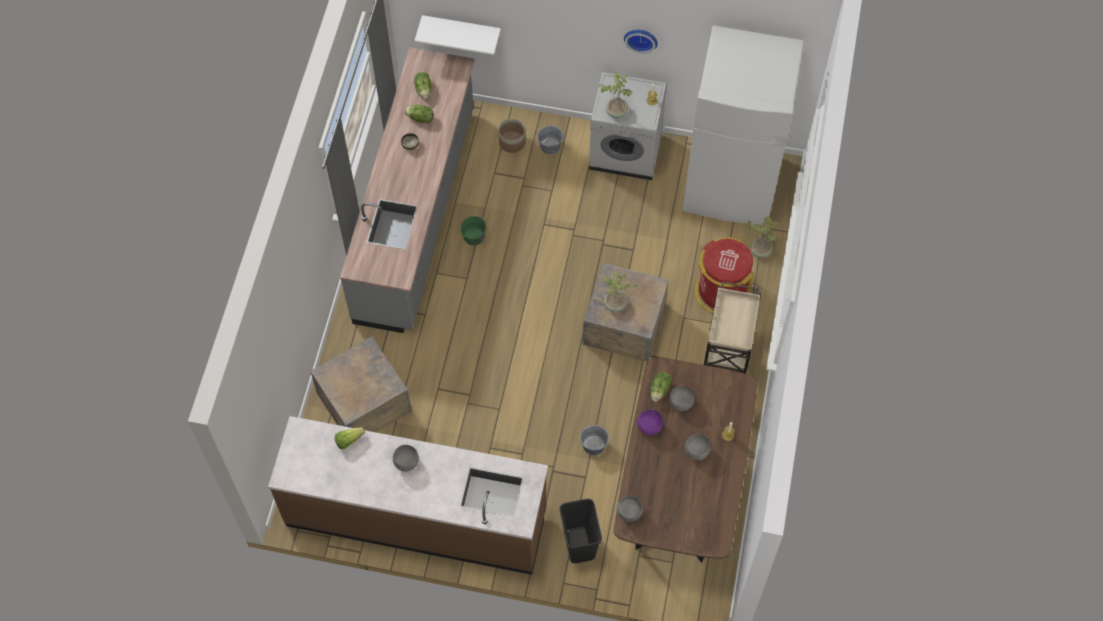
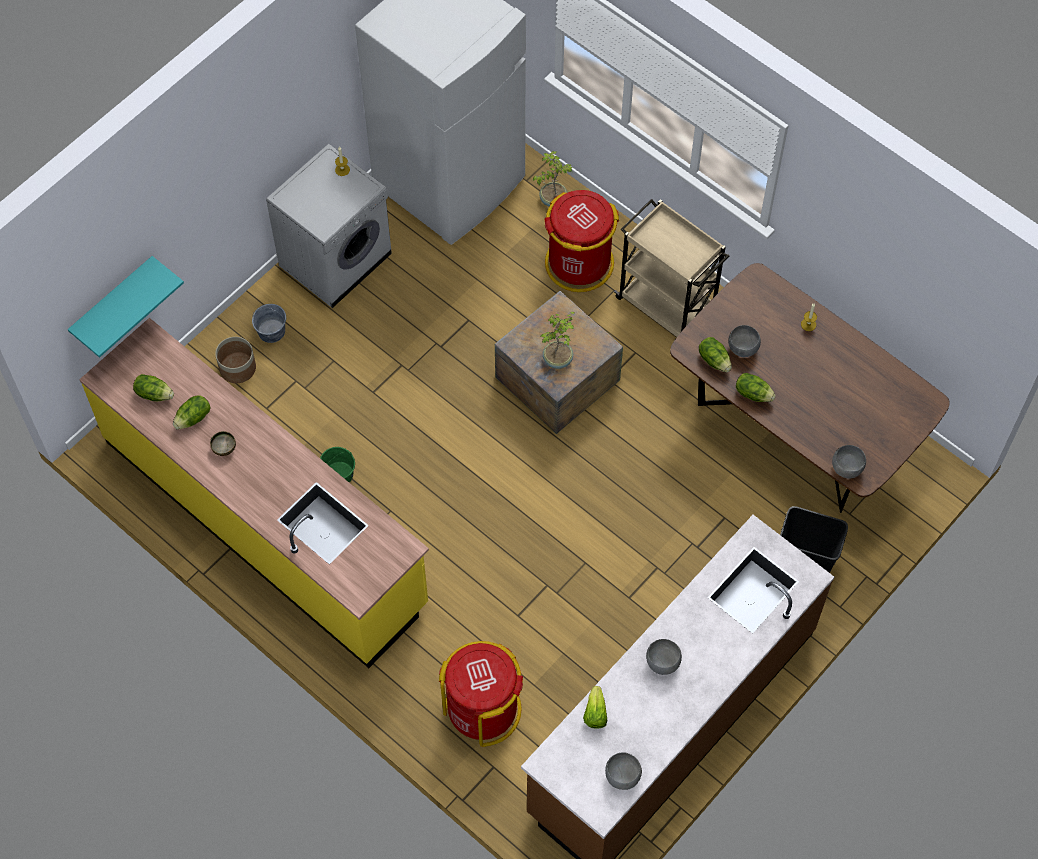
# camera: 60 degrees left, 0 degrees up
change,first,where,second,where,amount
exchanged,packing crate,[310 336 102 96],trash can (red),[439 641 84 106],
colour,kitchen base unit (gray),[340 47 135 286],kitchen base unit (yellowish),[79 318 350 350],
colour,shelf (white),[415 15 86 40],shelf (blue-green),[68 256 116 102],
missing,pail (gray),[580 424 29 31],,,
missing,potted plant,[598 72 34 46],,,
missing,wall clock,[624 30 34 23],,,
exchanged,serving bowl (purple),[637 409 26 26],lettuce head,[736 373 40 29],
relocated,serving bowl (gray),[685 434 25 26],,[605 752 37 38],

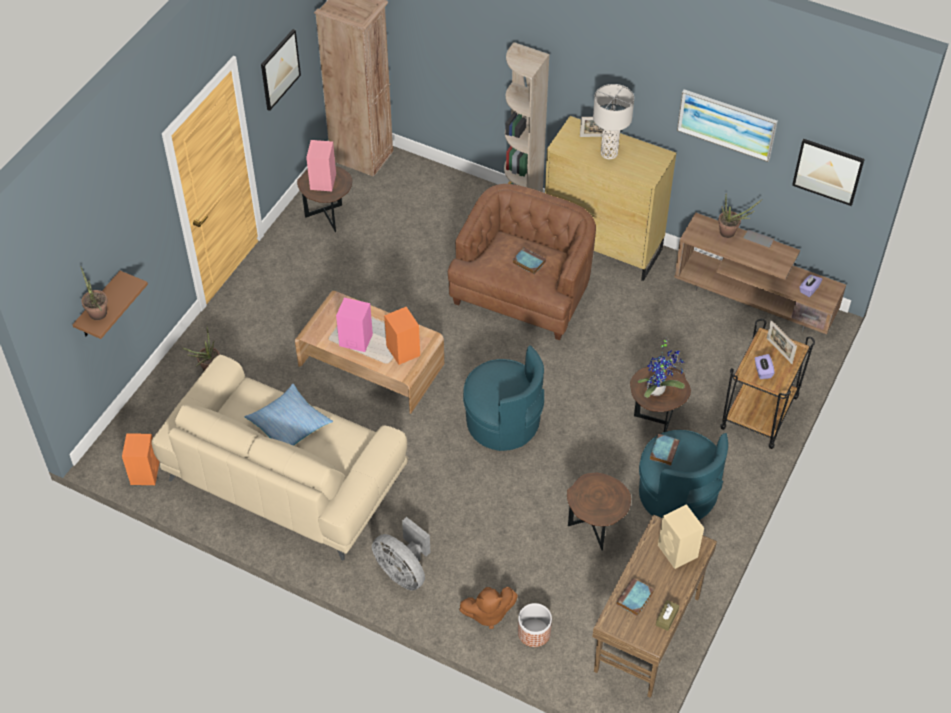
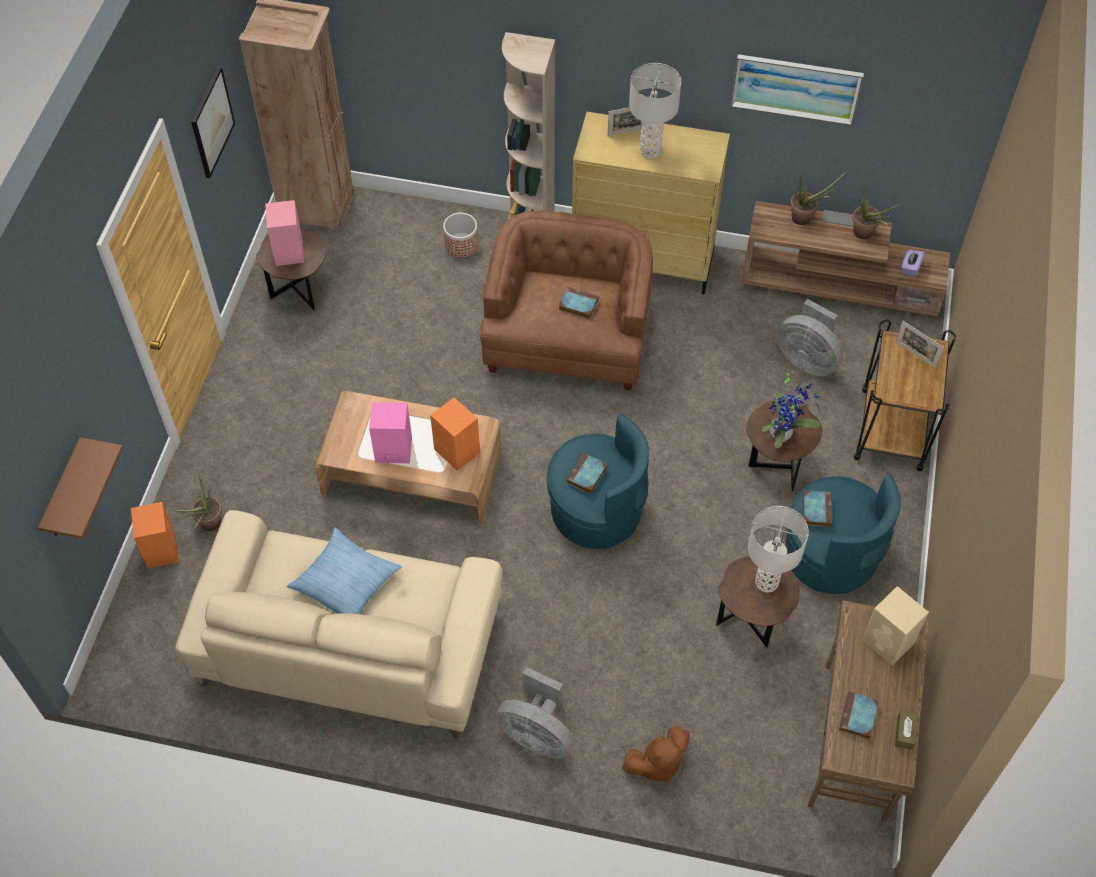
# camera: 15 degrees left, 5 degrees up
change,first,where,second,where,amount
relocated,potted plant,[80 266 28 54],,[852 180 47 59],
relocated,audio speaker (orange),[122 433 37 52],,[131 502 48 66],
relocated,planter,[518 603 34 44],,[443 213 35 45],
missing,tissue box (purple),[755 354 20 25],,,
missing,wall picture,[792 139 73 67],,,
appeared,,,bound book,[566 453 41 41],
appeared,,,tabletop lamp (white),[748 506 61 86],
appeared,,,fan (gray),[777 299 66 77],

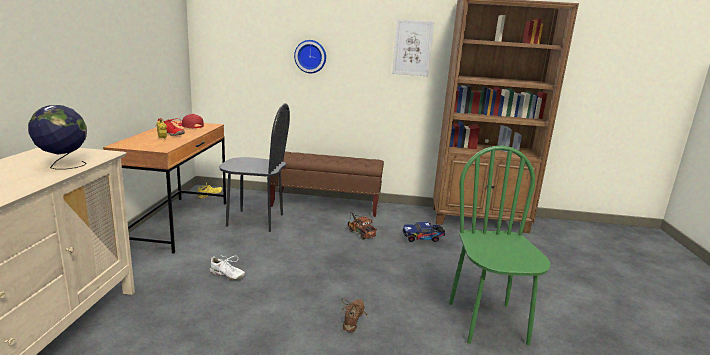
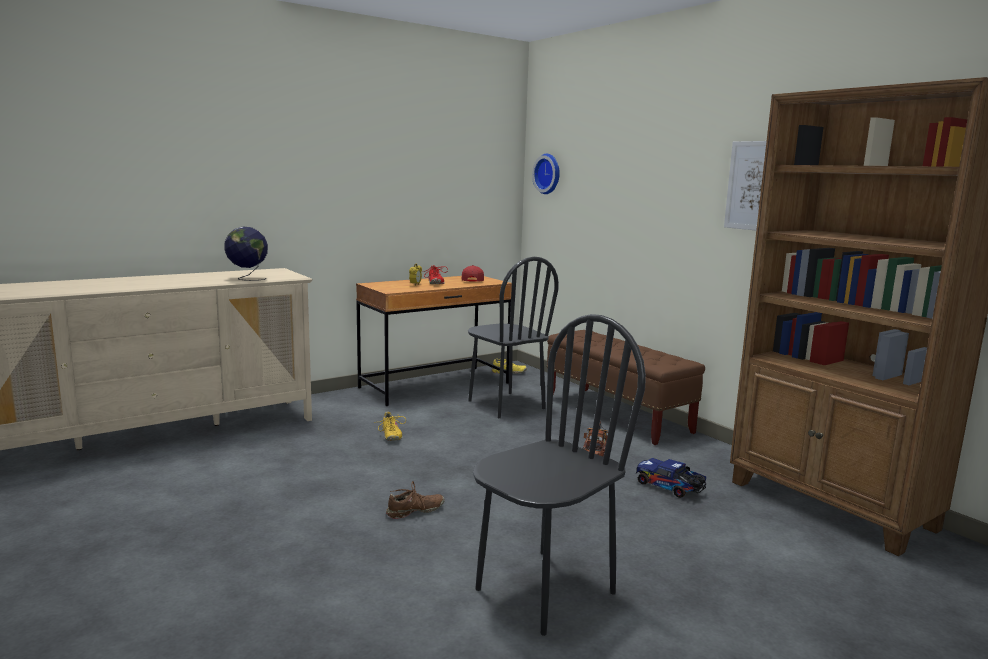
# camera: 50 degrees right, 5 degrees down
change,first,where,second,where,amount
colour,low shoe (white),[210 255 36 25],low shoe (yellowish),[374 411 32 30],
relocated,wall clock,[294 40 32 33],,[532 154 28 40],
colour,chair (greenish),[449 146 101 199],chair (black),[473 314 173 322],

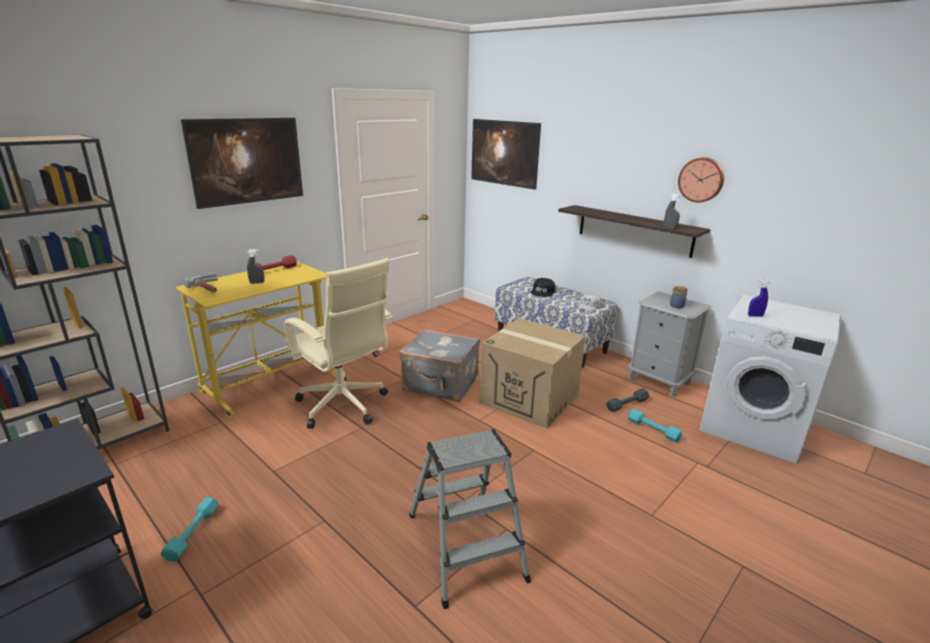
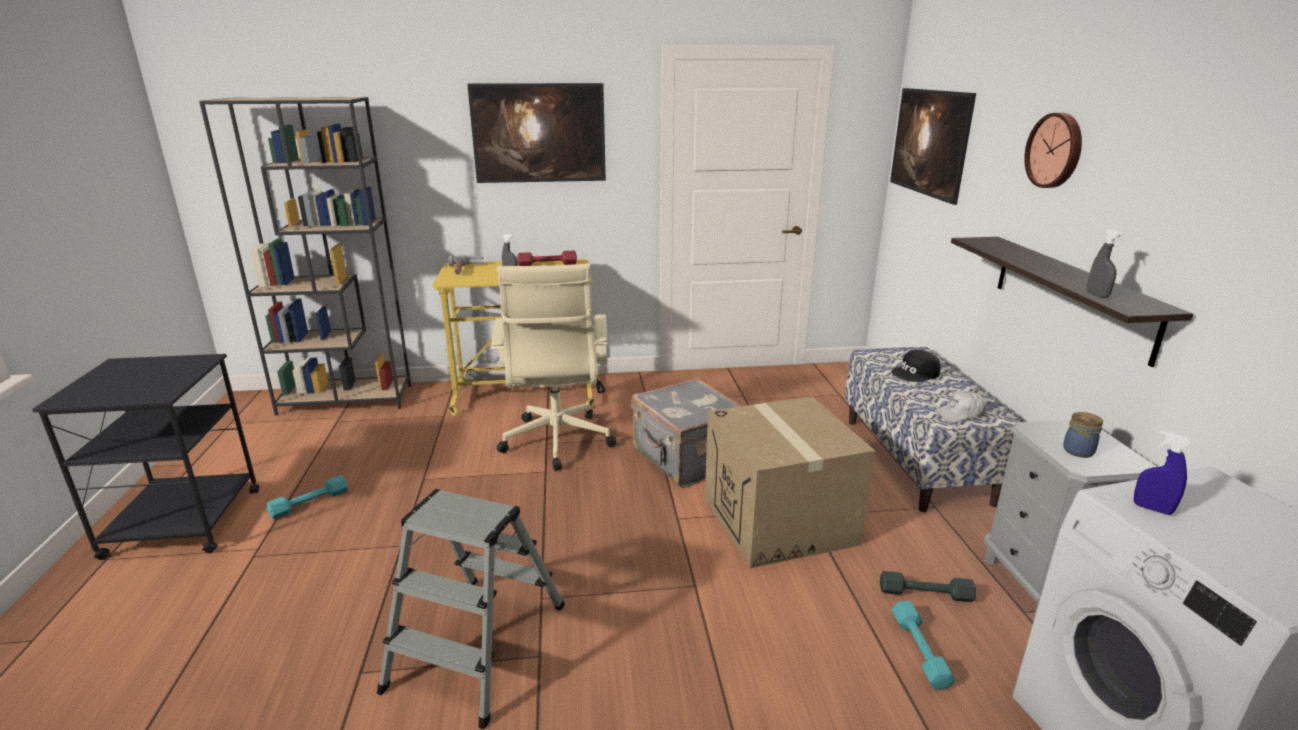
# camera: 40 degrees right, 0 degrees up
change,first,where,second,where,amount
relocated,wall clock,[678 157 46 45],,[1024 113 58 75],

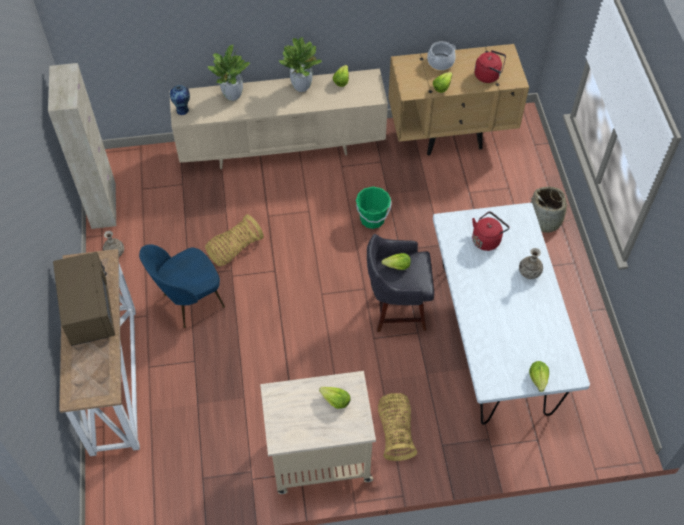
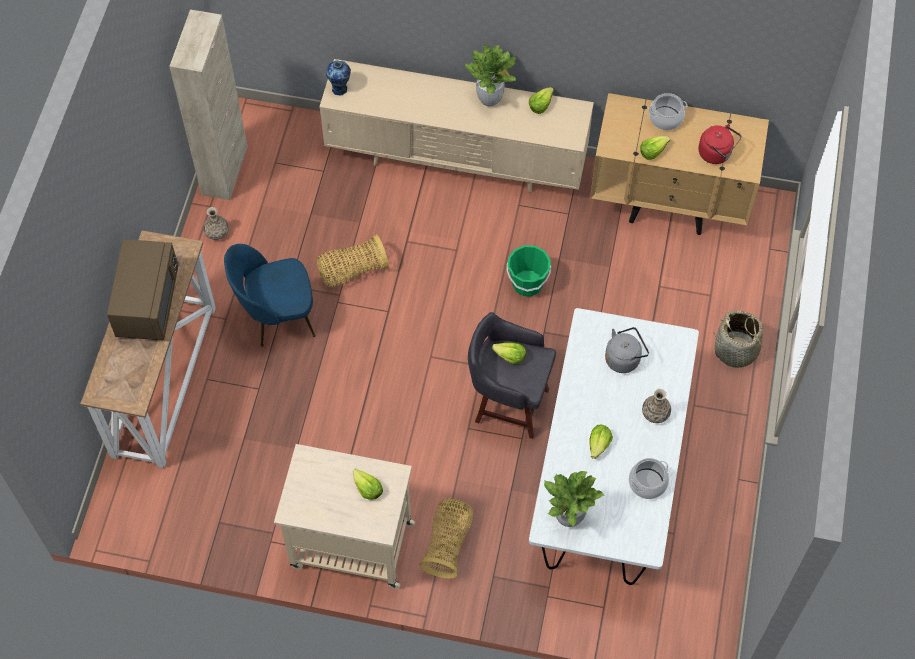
# camera: 20 degrees right, 5 degrees up
change,first,where,second,where,amount
relocated,potted plant,[208 45 43 56],,[544 471 60 56],
colour,water kettle (red),[472 211 38 40],water kettle (gray),[605 327 44 46],
relocated,lettuce head,[529 361 20 31],,[589 425 24 34],
appeared,,,cooking pot,[629 458 40 41],

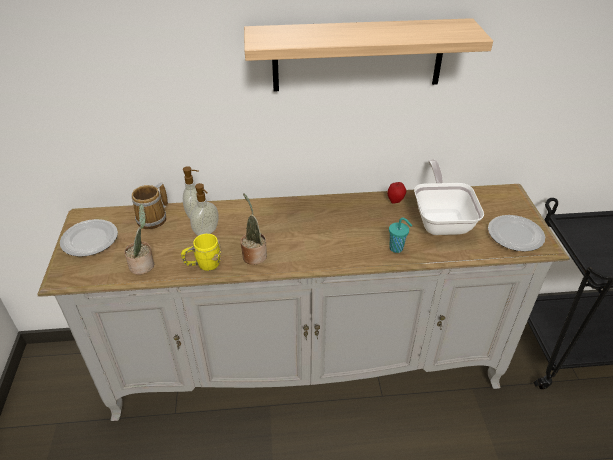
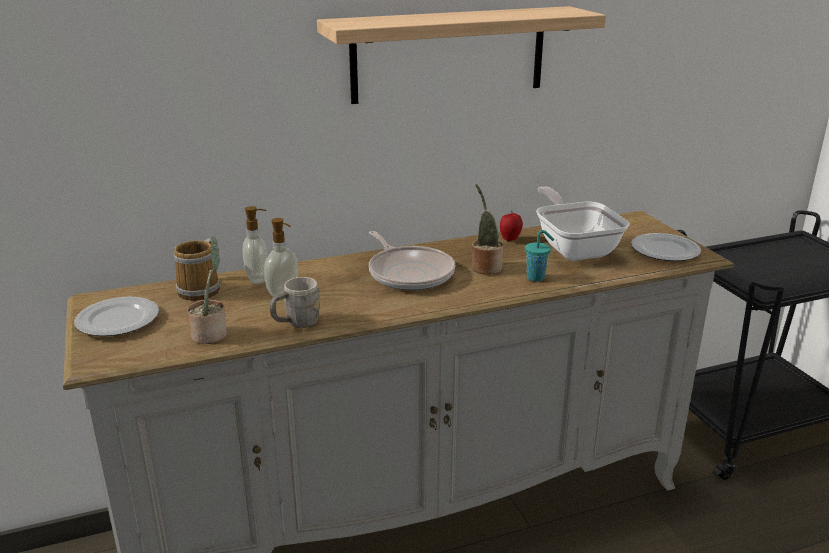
# camera: 15 degrees left, 15 degrees down
change,first,where,second,where,amount
colour,mug (yellowish),[181 234 40 37],mug (gray),[270 277 50 51],
relocated,potted plant,[240 193 27 72],,[472 184 31 91],
appeared,,,pan,[369 231 86 59],

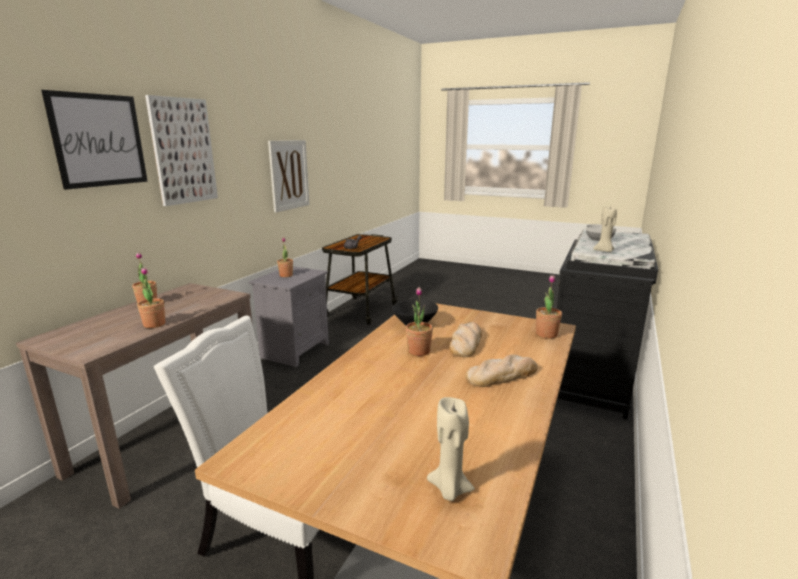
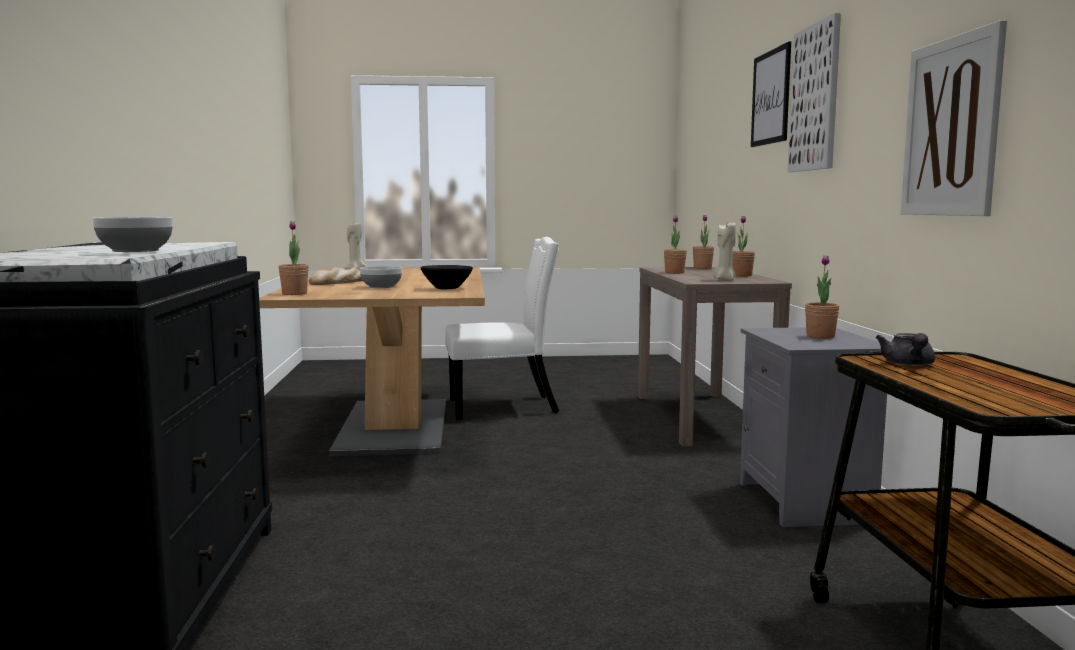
# camera: 150 degrees right, 10 degrees down
change,first,where,second,where,amount
relocated,potted plant,[406 287 27 69],,[693 215 21 54],
exchanged,bread,[449 322 33 35],serving bowl,[359 266 43 22],
relocated,wax candle (beige),[593 206 24 46],,[713 223 23 58],

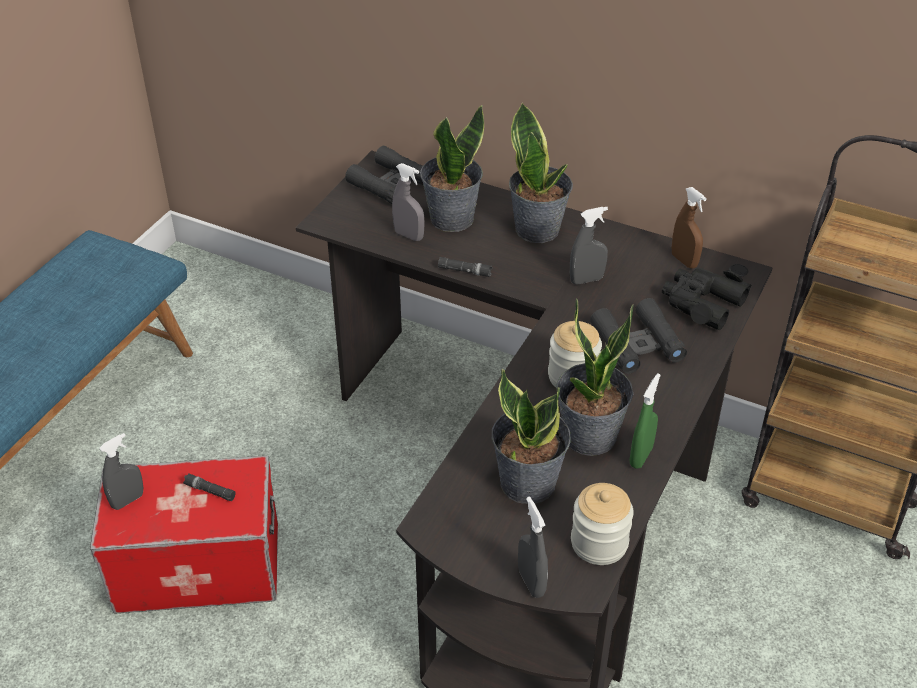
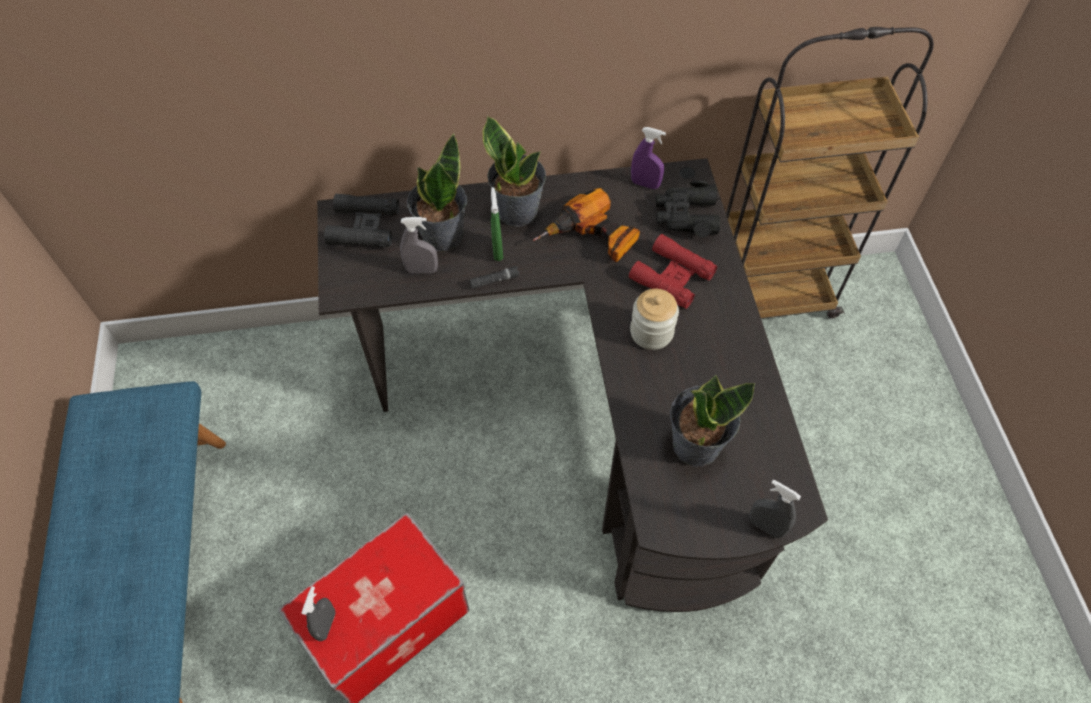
# camera: 35 degrees left, 15 degrees up
change,first,where,second,where,amount
missing,flashlight (black),[183 473 53 28],,,
missing,potted plant,[556 299 78 157],,,
exchanged,sprayer (gray),[570 207 38 78],electric drill,[533 188 107 74],
missing,jar,[571 483 63 82],,,
colour,field glasses (black),[590 298 97 76],field glasses (red),[629 234 88 75],
relocated,sprayer (greenish),[630 373 31 96],,[491 187 12 74],
colour,sprayer (brown),[672 187 35 81],sprayer (purple),[631 127 35 62],

